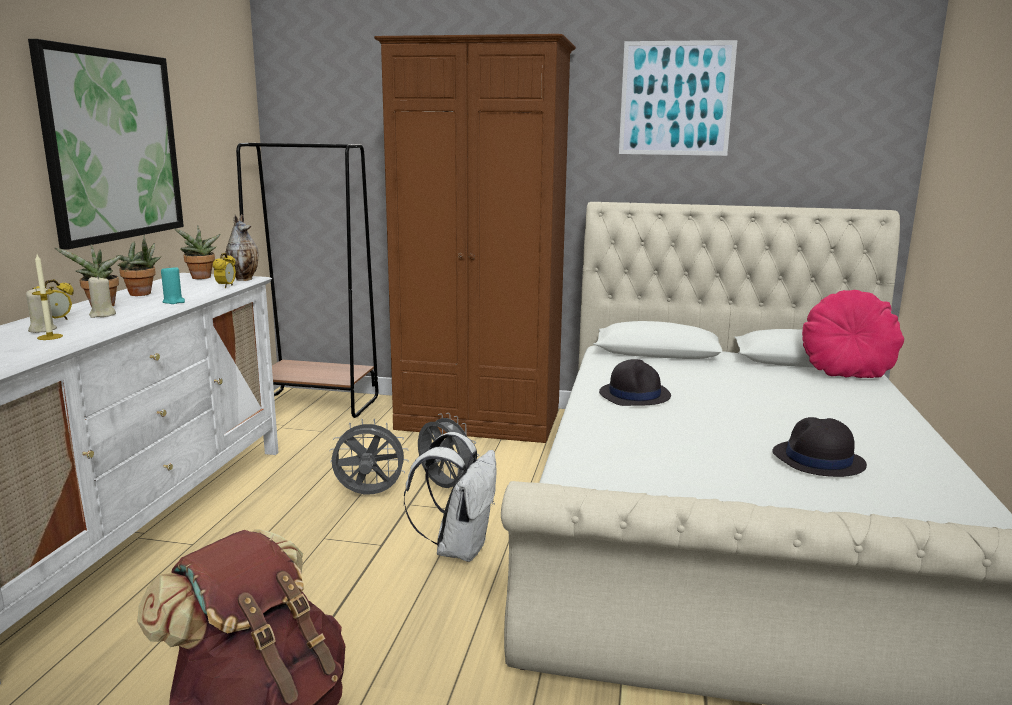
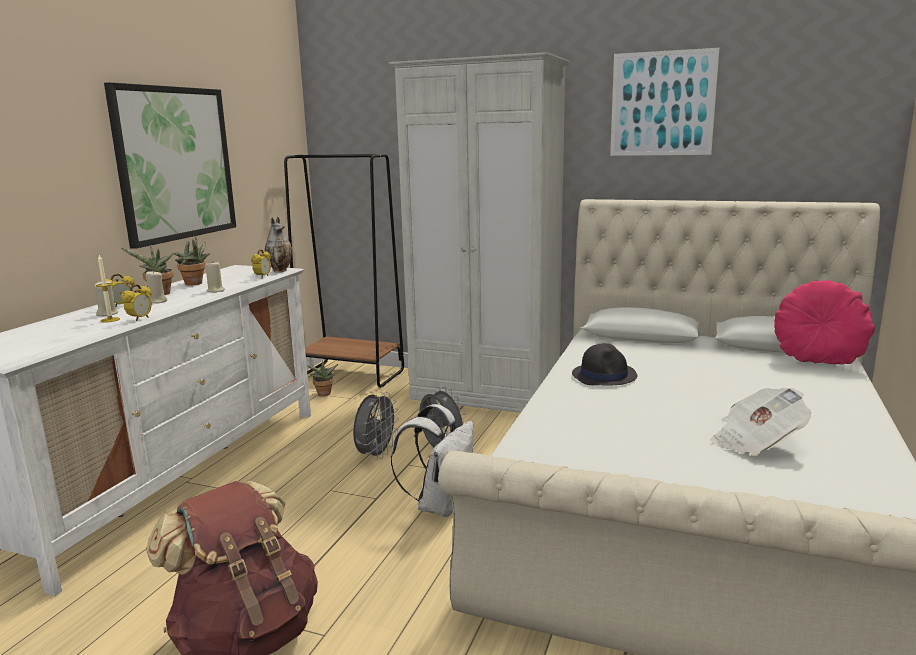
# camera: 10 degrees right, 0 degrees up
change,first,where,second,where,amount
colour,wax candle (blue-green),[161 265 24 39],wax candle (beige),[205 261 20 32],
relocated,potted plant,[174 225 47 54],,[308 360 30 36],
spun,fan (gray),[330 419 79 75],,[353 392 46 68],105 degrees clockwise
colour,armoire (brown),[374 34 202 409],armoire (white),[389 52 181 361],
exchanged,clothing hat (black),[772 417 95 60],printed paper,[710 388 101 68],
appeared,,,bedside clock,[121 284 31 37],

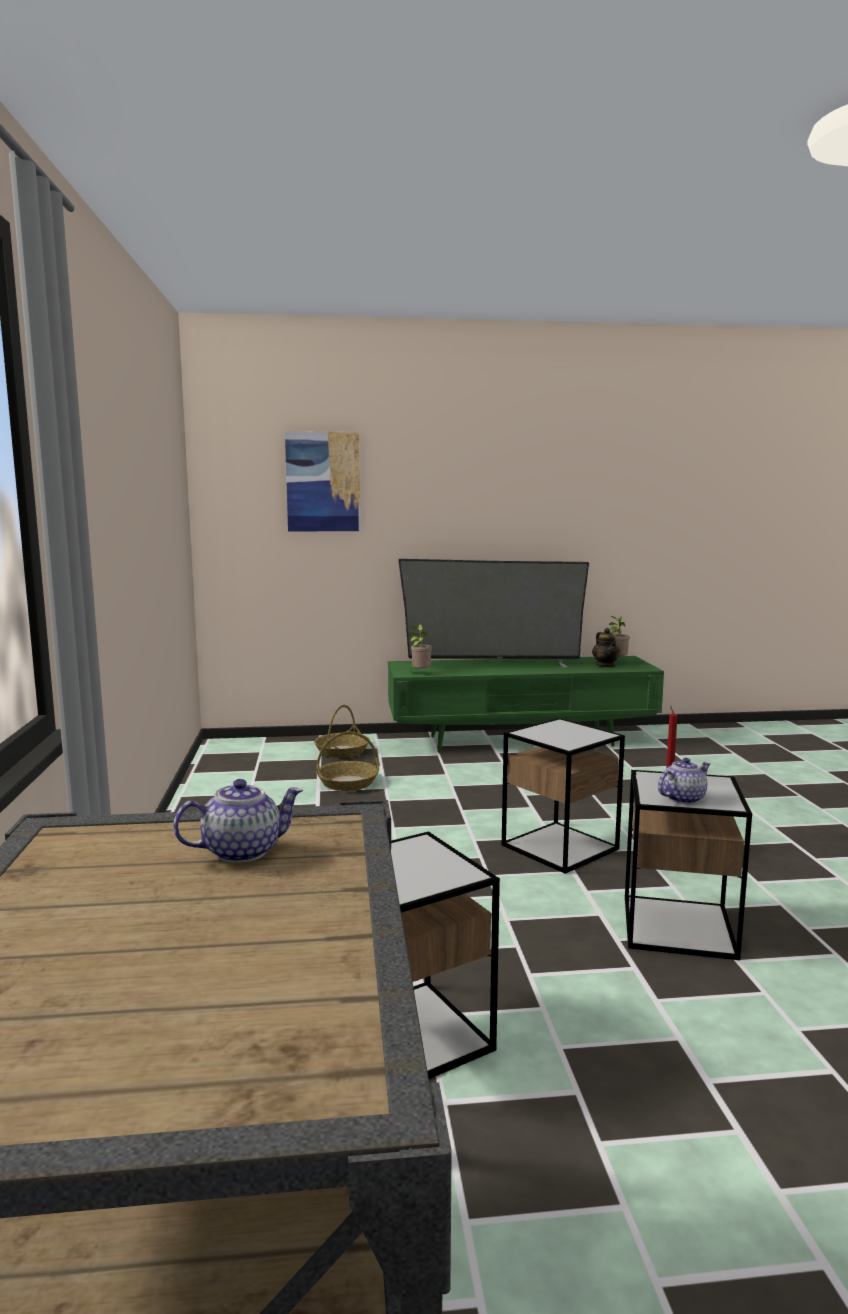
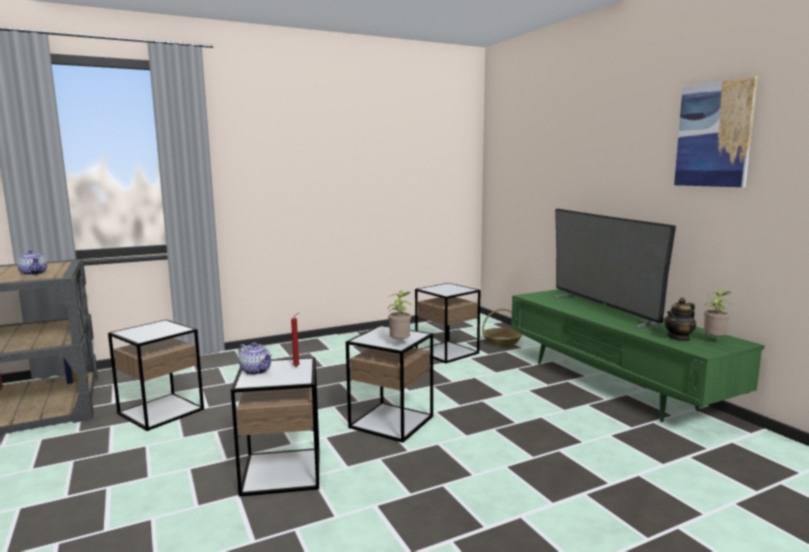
# camera: 70 degrees right, 0 degrees up
change,first,where,second,where,amount
relocated,wall picture,[285 431 76 101],,[674 76 84 111],
exchanged,household basket,[316 732 63 59],side table,[415 283 66 80],
relocated,potted plant,[409 624 23 45],,[388 291 23 48],

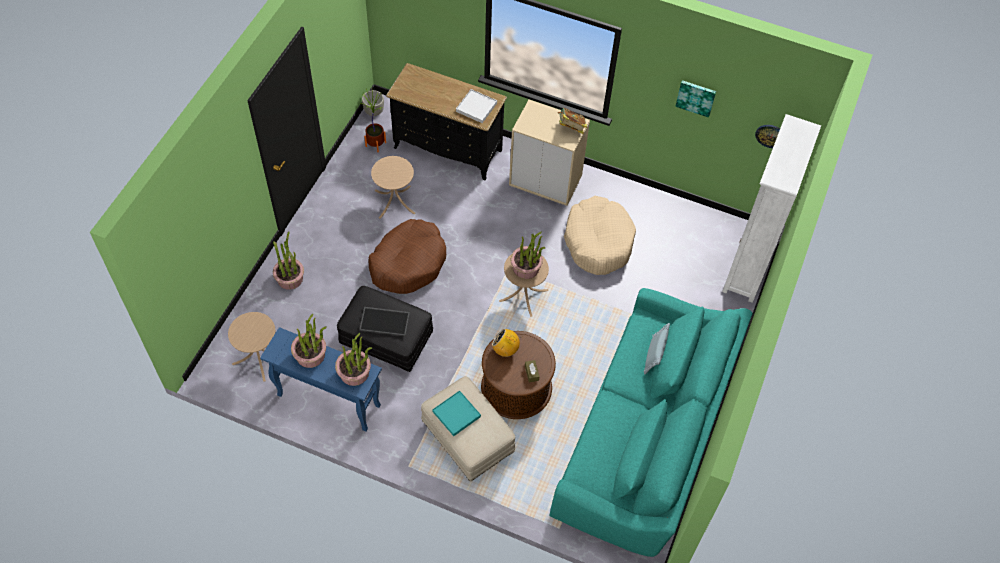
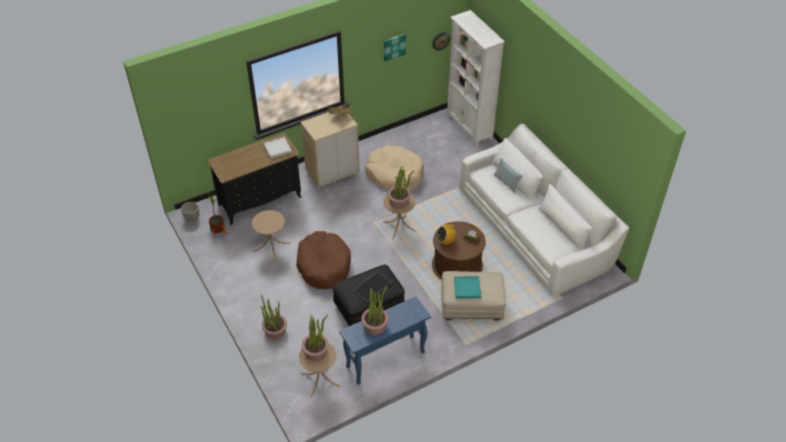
# camera: 50 degrees left, 10 degrees down
change,first,where,second,where,amount
relocated,potted plant,[335 333 37 53],,[302 315 27 46],
colour,sofa (blue-green),[549 288 203 269],sofa (white),[459 124 170 173],

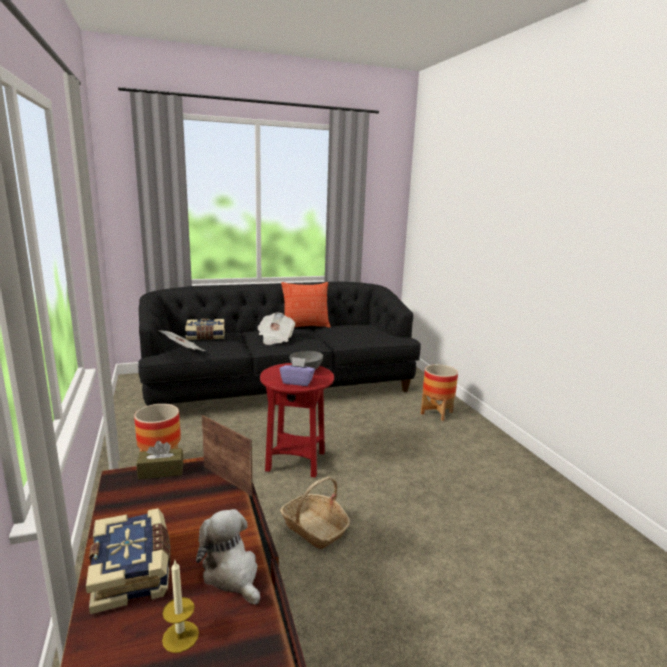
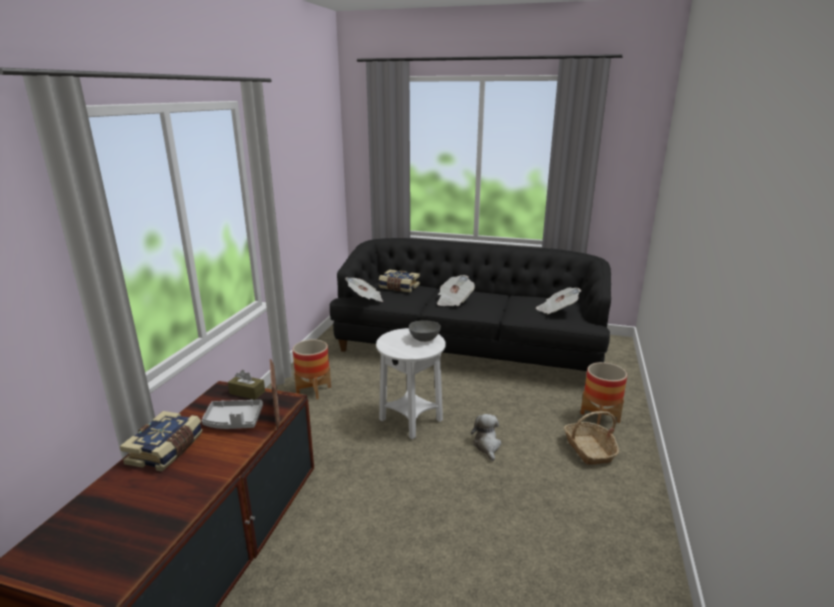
# camera: 35 degrees right, 5 degrees up
change,first,where,second,where,amount
missing,wax candle,[162 561 37 92],,,
relocated,cuddly toy,[196 509 64 96],,[471 414 30 47],
colour,side table (red),[260 363 74 115],side table (white),[376 328 70 111],
missing,tissue box (purple),[279 357 36 29],,,
relocated,household basket,[280 477 70 72],,[564 411 55 54],
missing,cushion (orange),[281 282 50 46],,,
appeared,,,carrying tray (gray),[202 399 61 30],
appeared,,,printed paper,[536 287 45 27],

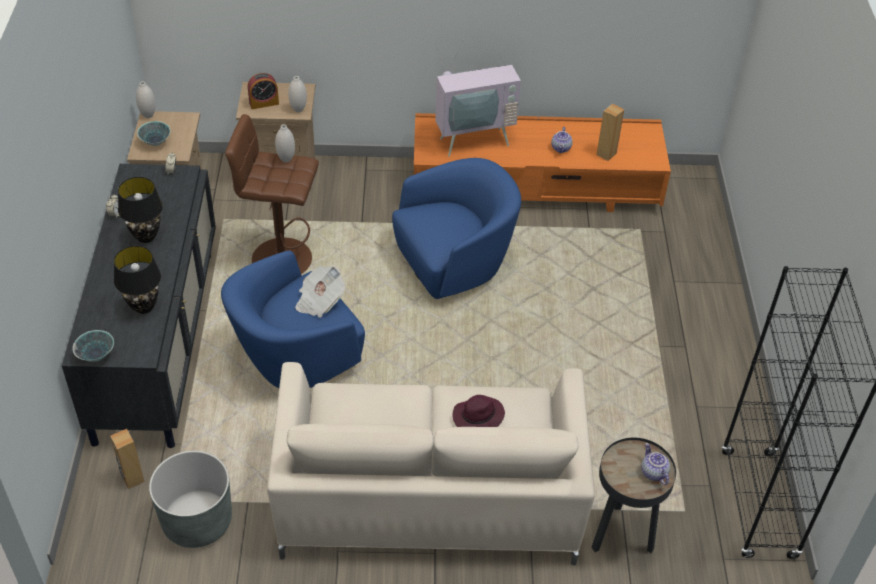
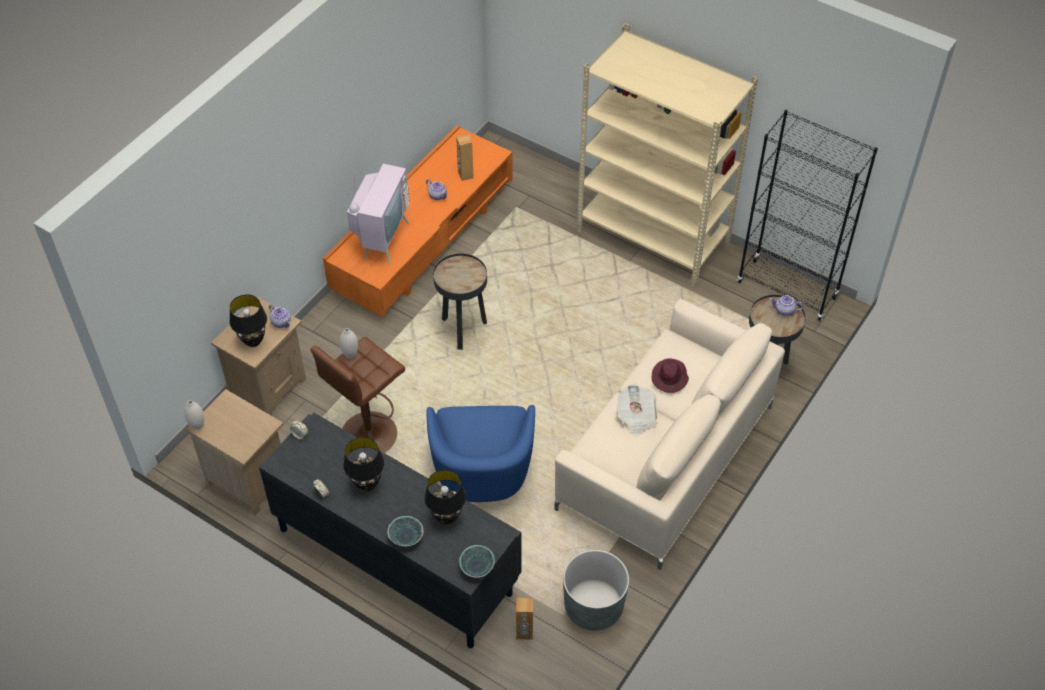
# camera: 55 degrees left, 5 degrees up
change,first,where,second,where,amount
relocated,serving bowl,[137 121 33 25],,[388 516 35 30],
exchanged,bedside clock,[248 73 31 36],tabletop lamp (black),[229 294 38 53],
exchanged,decorative vase (white),[288 76 19 36],tea pot,[269 304 22 24],
relocated,printed paper,[295 266 51 51],,[616 384 42 52],
exchanged,armchair (blue),[392 158 129 141],side table (black),[433 254 54 96],
appeared,,,bookshelf (beige),[577 23 181 265],

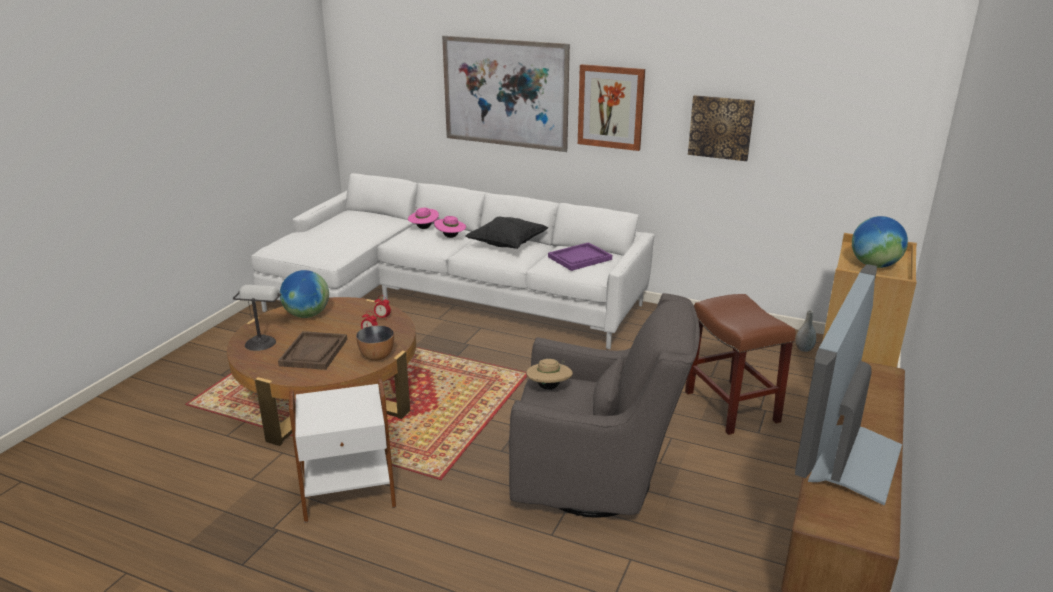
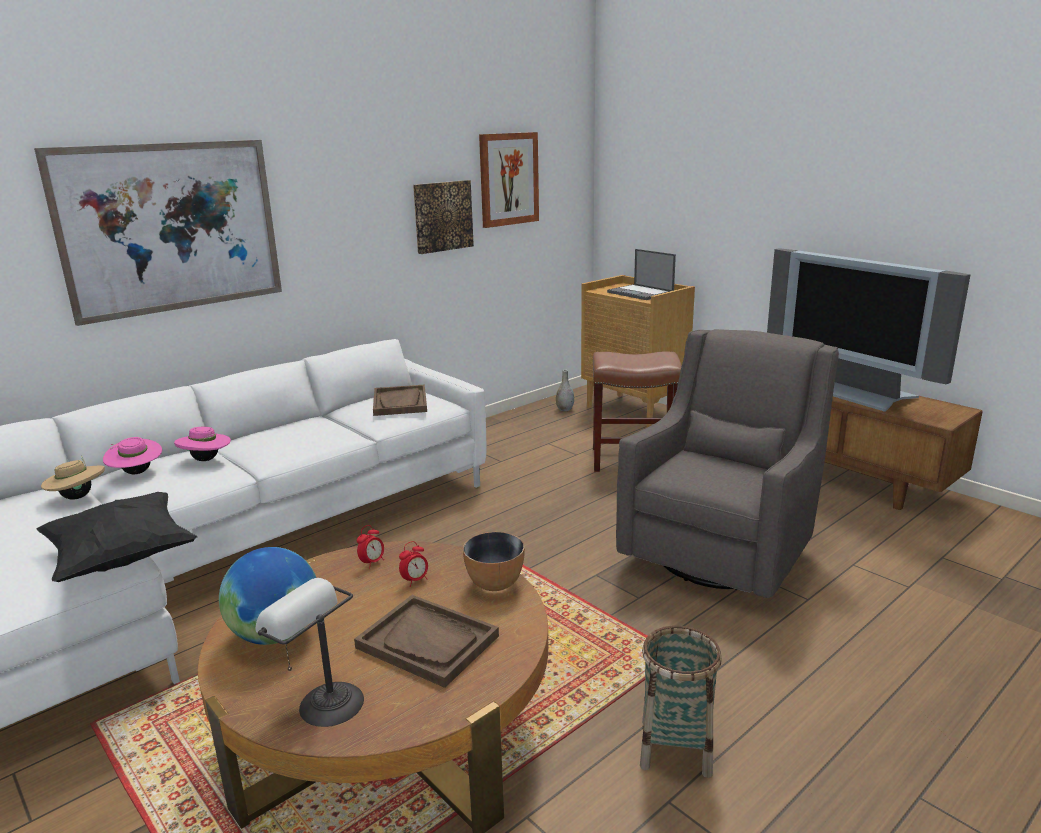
# camera: 65 degrees left, 5 degrees down
change,first,where,second,where,amount
exchanged,side table (white),[289 379 107 143],household basket,[640 626 82 152],
relocated,cushion (black),[466 216 83 33],,[37 492 160 90],
relocated,clothing hat (beige),[526 359 47 31],,[41 455 64 45],
colour,carrying tray (purple),[548 242 64 29],carrying tray (brown),[373 385 54 31],
relocated,wall picture,[578 64 67 87],,[479 132 60 96],
exchanged,desk globe,[852 216 56 52],notebook computer,[607 249 69 51],

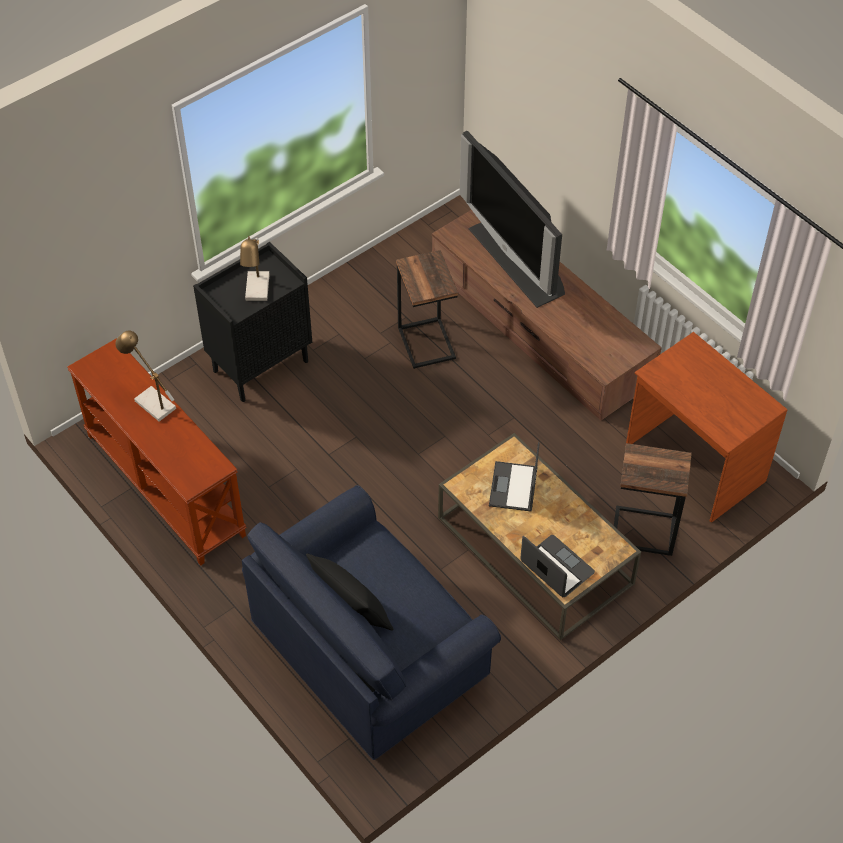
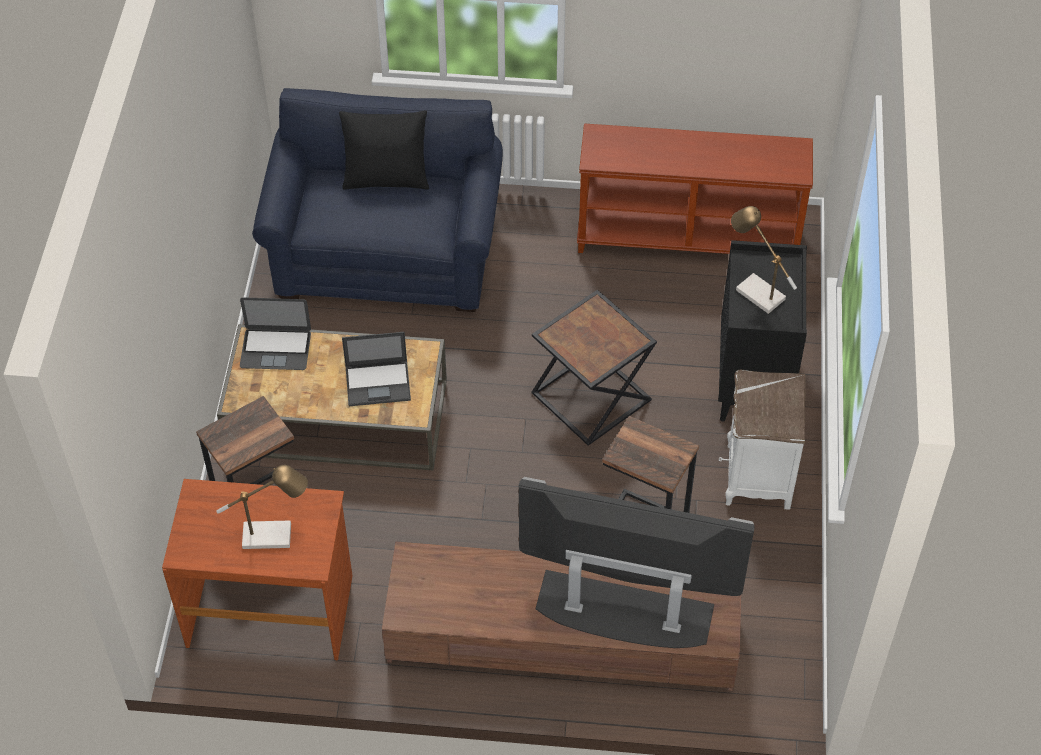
# camera: 135 degrees right, 0 degrees up
change,first,where,second,where,amount
relocated,tabletop lamp,[115 331 61 90],,[216 465 92 84],
spun,notebook computer,[489 442 51 70],,[342 332 69 74],120 degrees clockwise
appeared,,,side table (black),[531 290 126 156],
appeared,,,bedside table (white),[719 370 86 140],

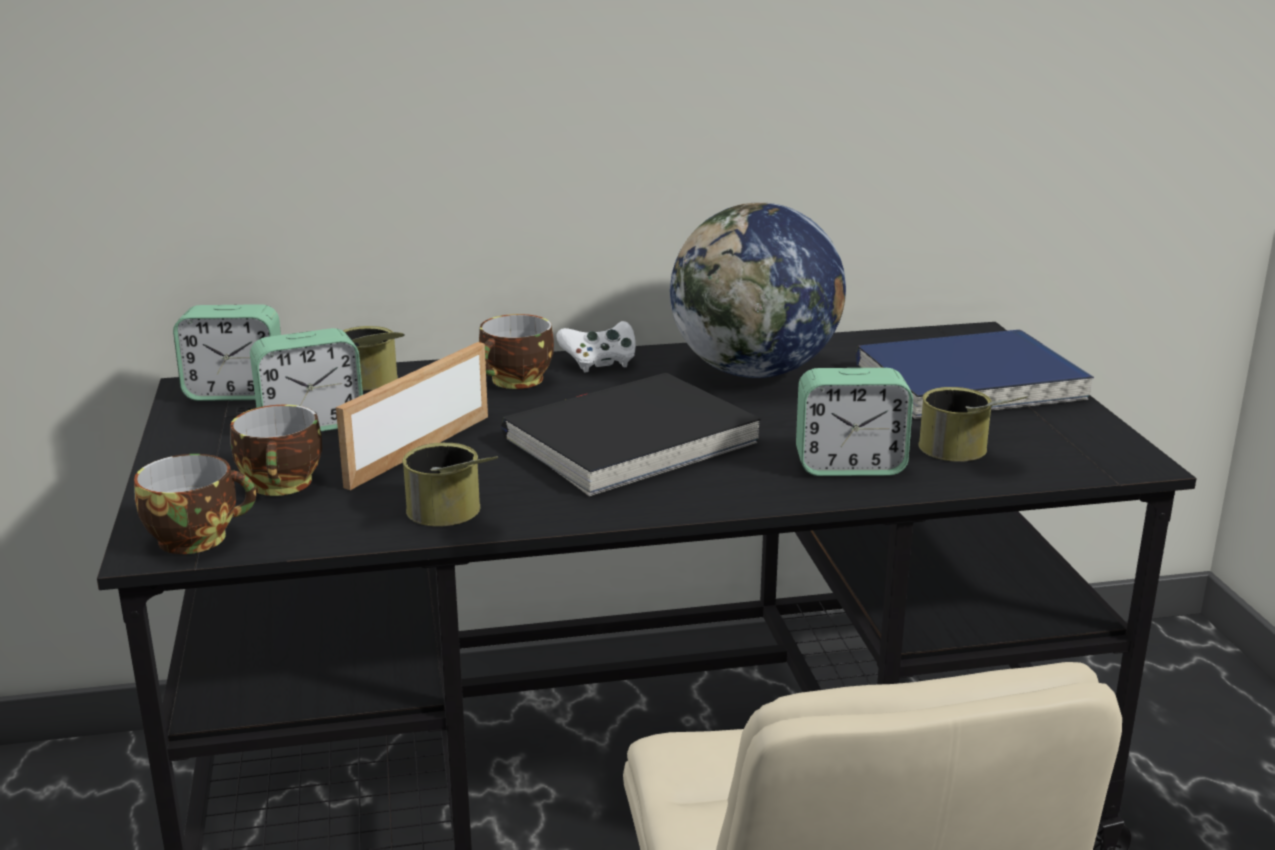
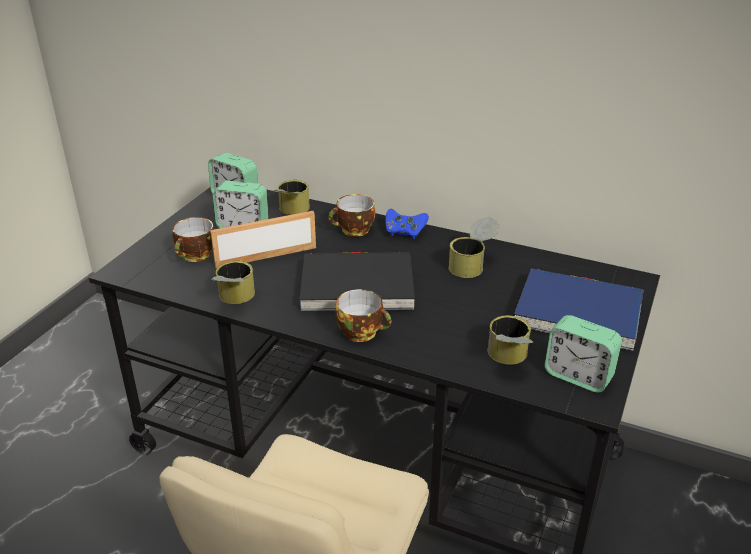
# camera: 35 degrees right, 10 degrees up
change,first,where,second,where,amount
relocated,drinking cup,[134 454 122 100],,[335 289 56 53],
colour,game controller (white),[556 321 80 52],game controller (blue),[385 209 44 30],
exchanged,desk globe,[670 202 176 176],metal can,[448 218 51 60],
relocated,bedside clock,[796 368 117 108],,[544 315 78 78],

